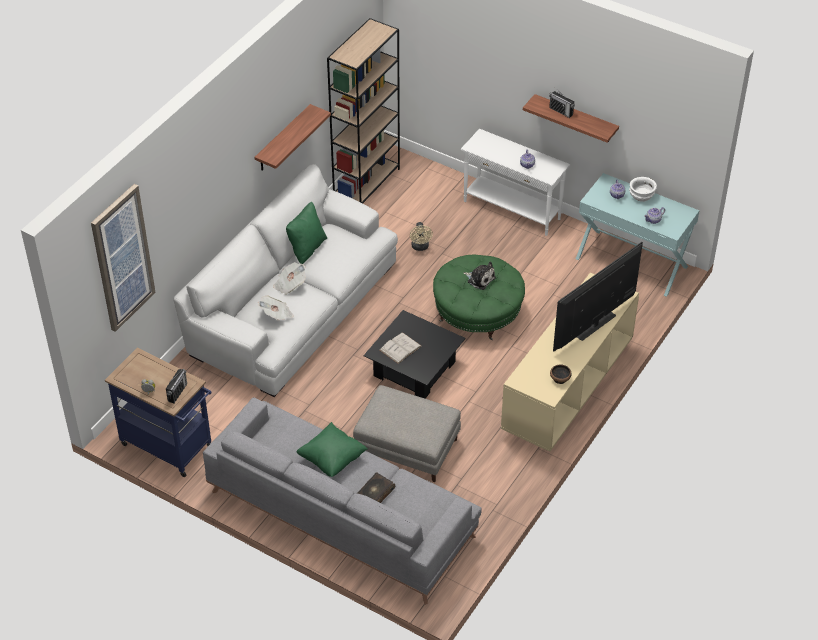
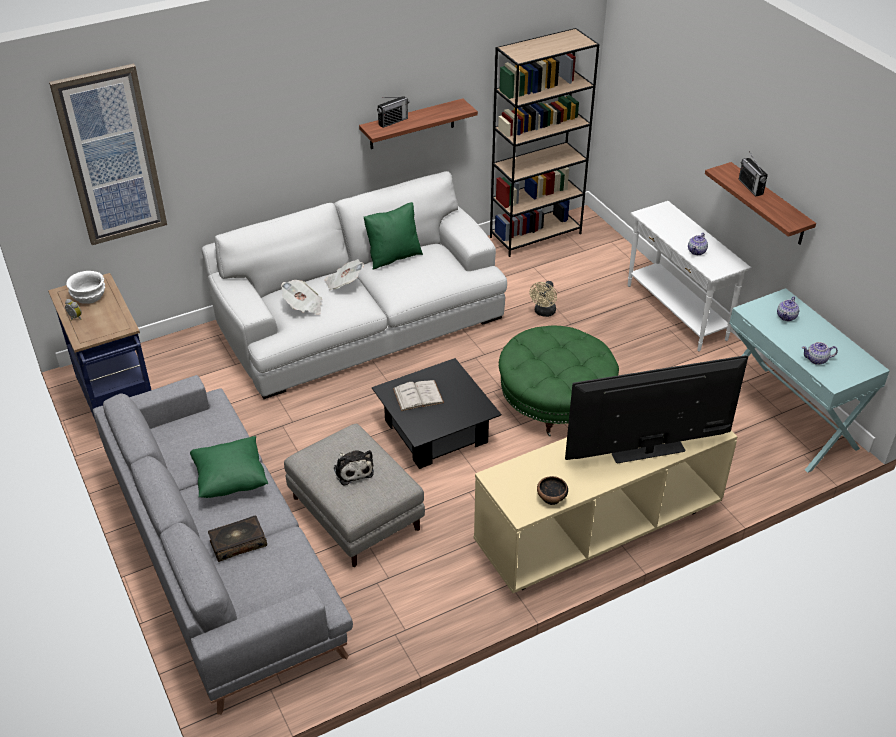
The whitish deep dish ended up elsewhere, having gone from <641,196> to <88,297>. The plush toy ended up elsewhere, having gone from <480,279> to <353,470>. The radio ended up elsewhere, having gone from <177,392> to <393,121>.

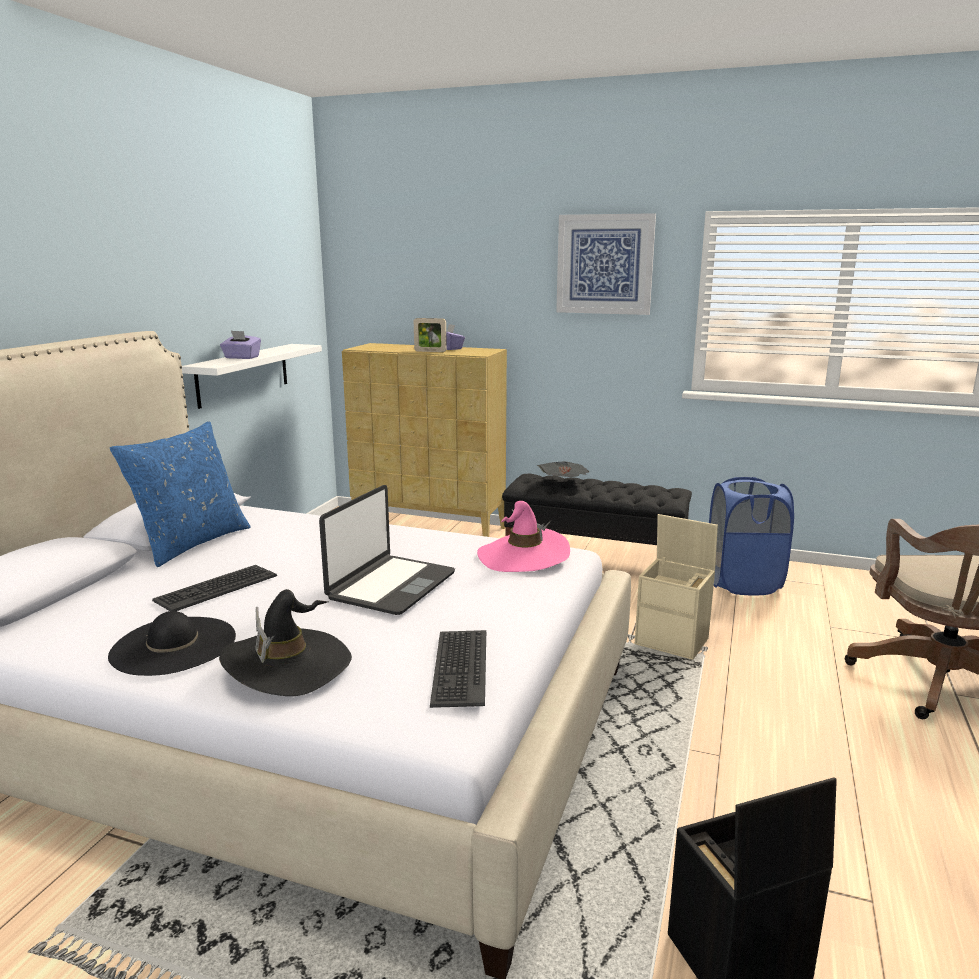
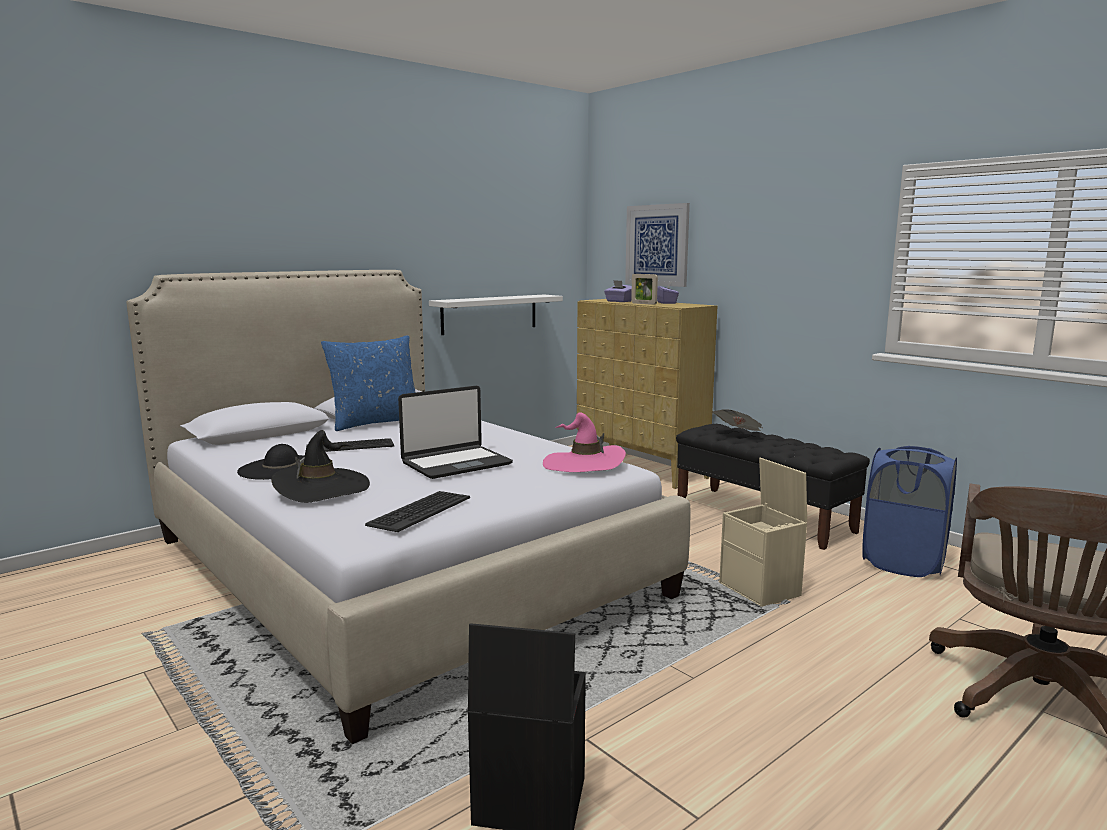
The picture ended up elsewhere, having gone from <604,264> to <657,245>. The purplish tissue box ended up elsewhere, having gone from <241,357> to <618,301>.

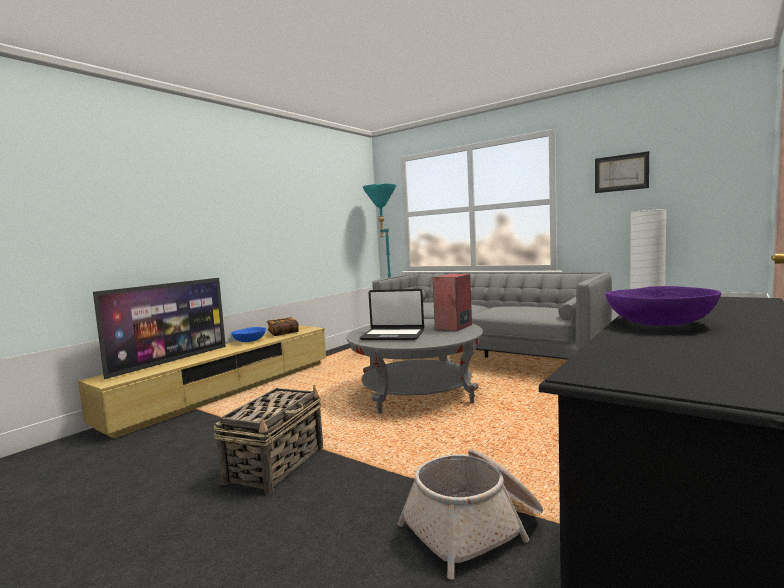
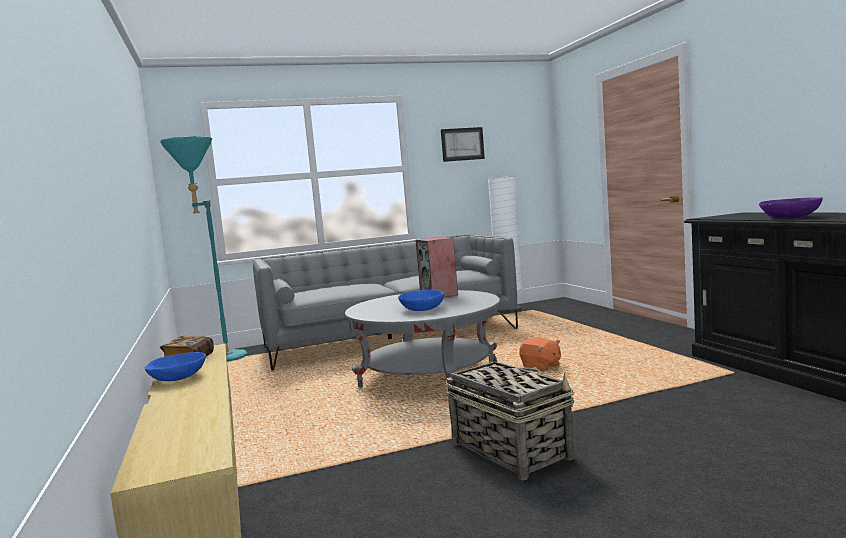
The second view lost the TV set at <171,361>. Where the notebook computer stood at <392,335>, the blue deep dish came to stand at <422,309>. The second view lost the household basket at <475,527>. The second view gained the orangey plush toy at <541,367>.

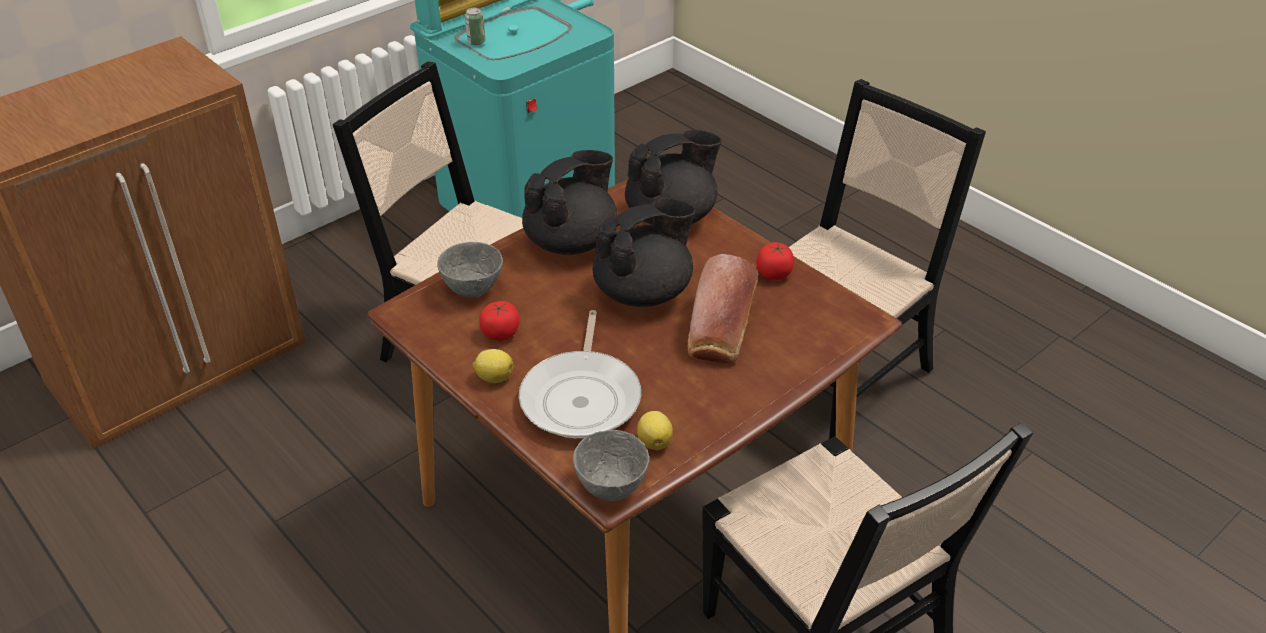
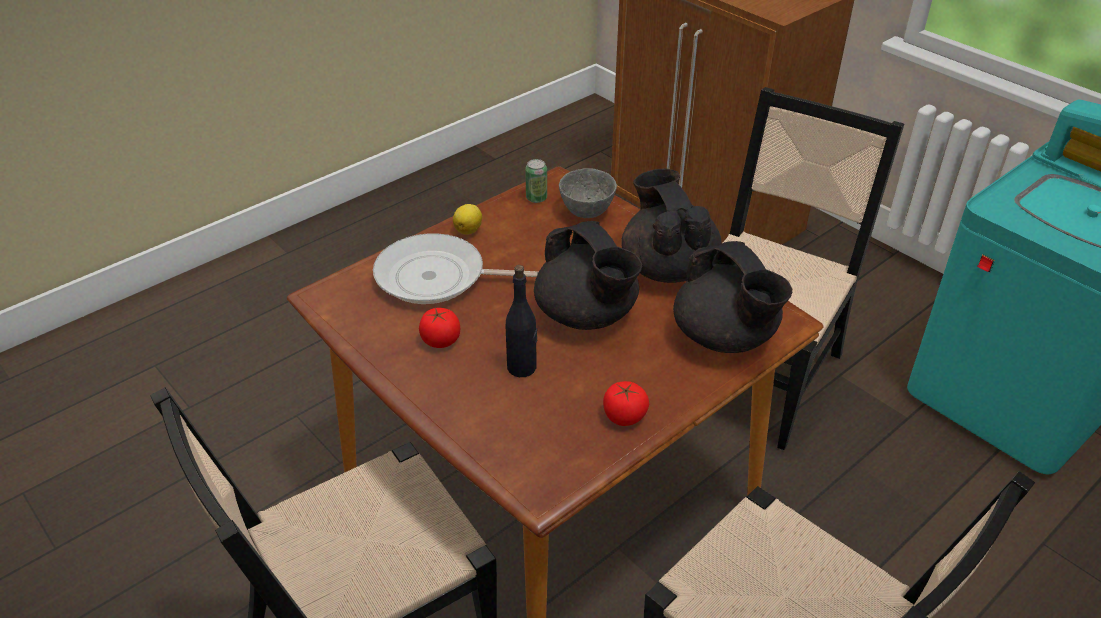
The metal can ended up elsewhere, having gone from <476,42> to <536,198>. The black pot for tea at <572,242> ended up facing another way, 150 degrees counterclockwise from before. Where the bread stood at <720,331>, the black beverage bottle came to stand at <522,367>. The whole tomato ended up elsewhere, having gone from <501,333> to <440,340>. The second view lost the citrus fruit at <654,441>. The second view lost the greyish deep dish at <610,488>.

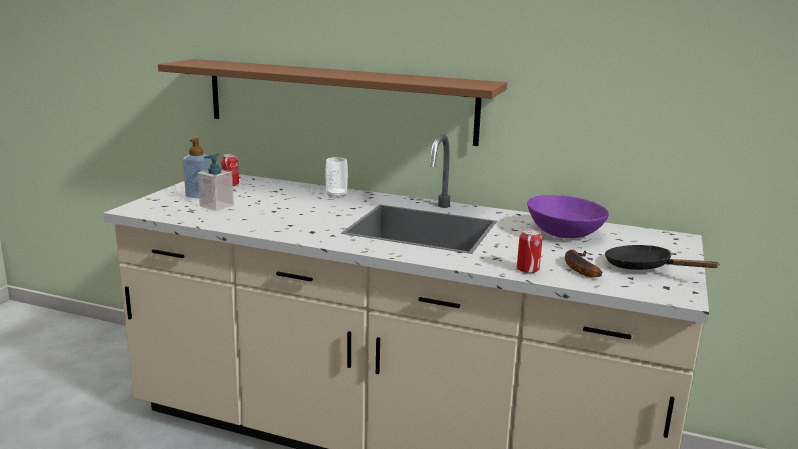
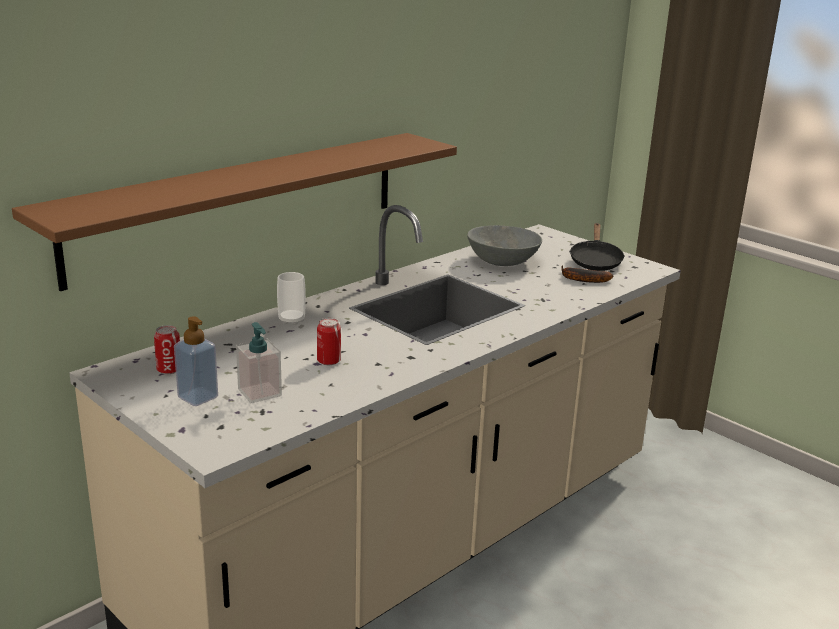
What was the purplish deep dish at <563,233> turned into the greyish deep dish at <502,262>. The metal can ended up elsewhere, having gone from <527,270> to <329,361>. The black pan at <644,268> ended up facing another way, 60 degrees counterclockwise from before.

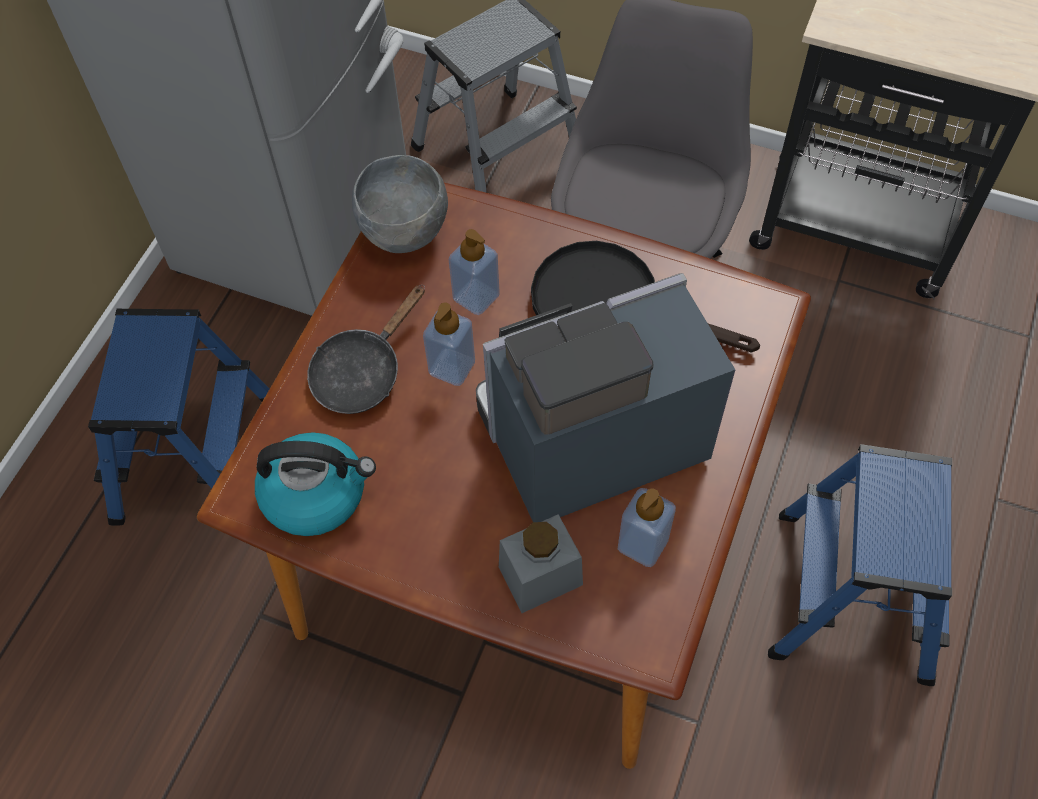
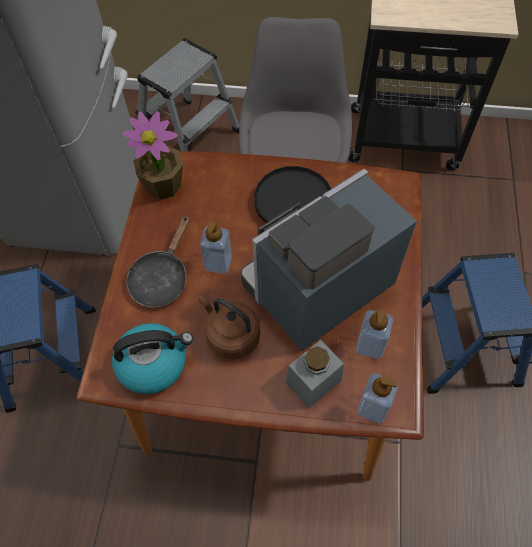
Where the greyish deep dish stood at <405,231>, the houseplant came to stand at <164,185>. The soap dispenser ended up elsewhere, having gone from <476,297> to <373,407>. The second view gained the brown-coloured water kettle at <231,336>.

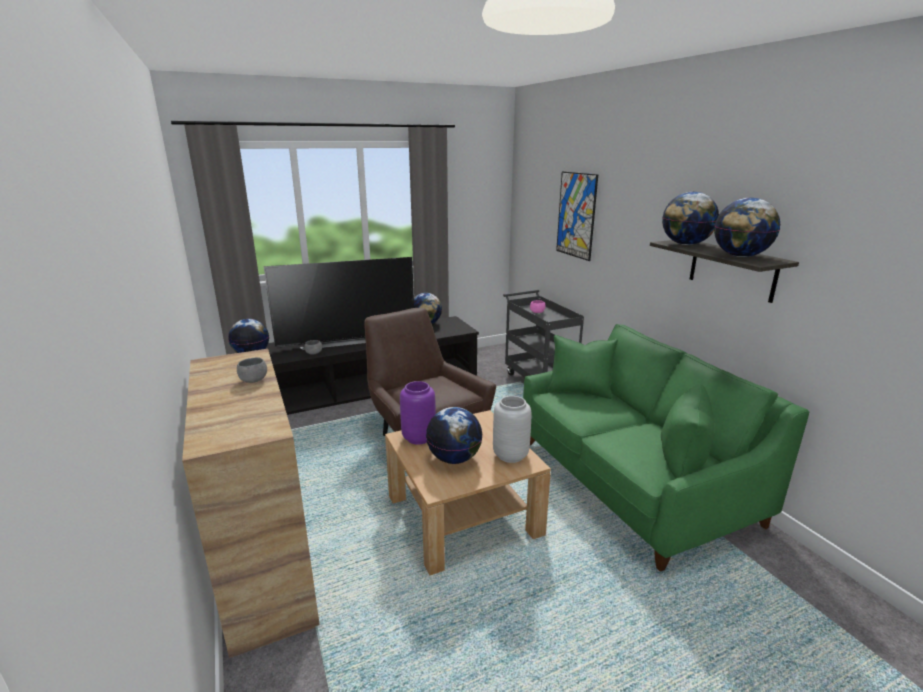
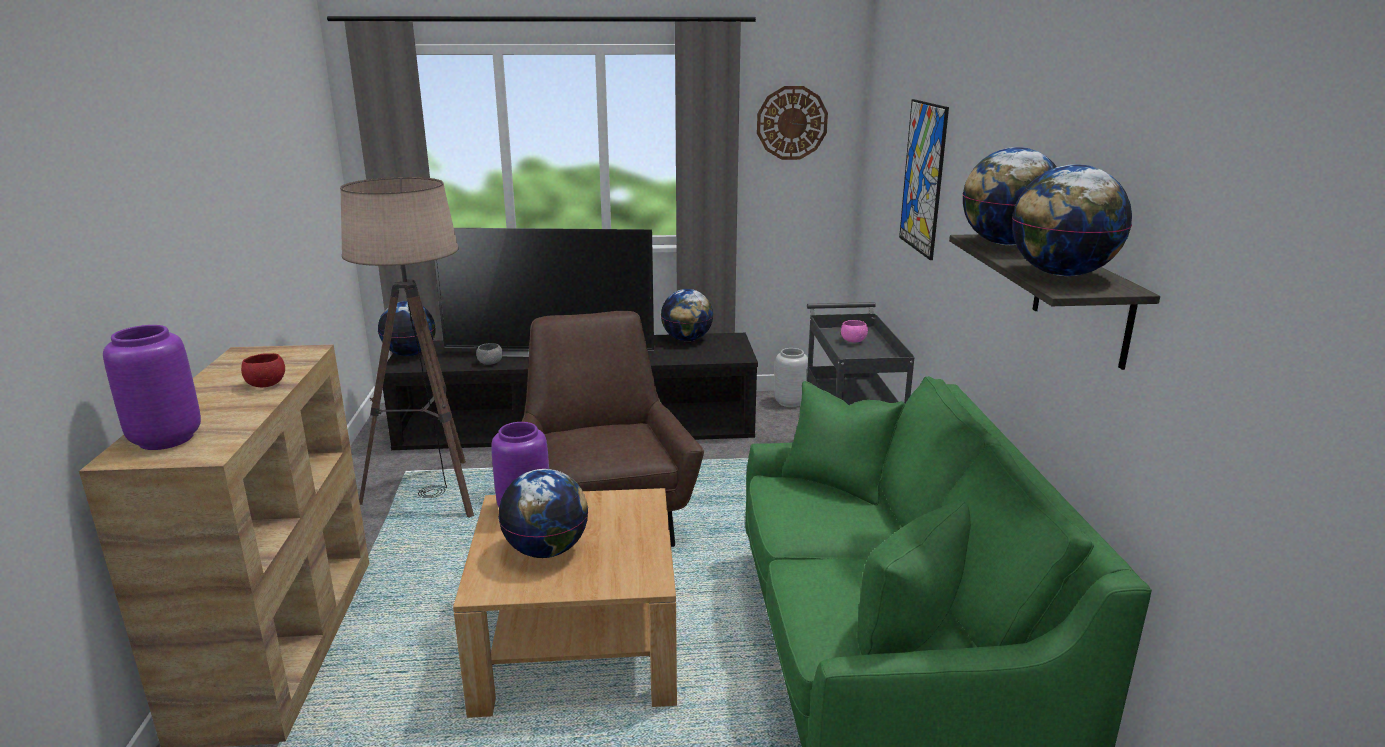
What was the greyish deep dish at <253,380> turned into the reddish deep dish at <266,384>. The greyish flower vase ended up elsewhere, having gone from <511,456> to <790,403>. The second view gained the hanging clock at <792,123>. The second view gained the standing lamp at <432,493>. The second view gained the purplish flower vase at <168,439>.

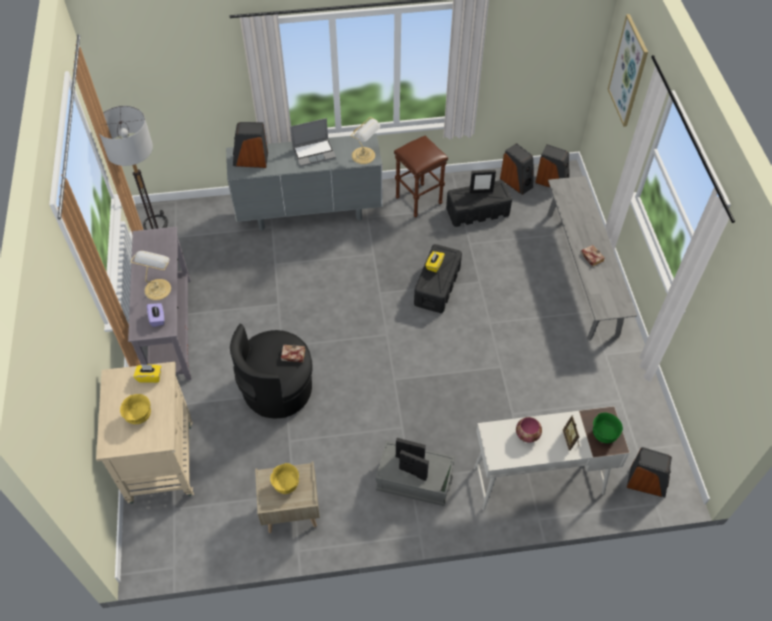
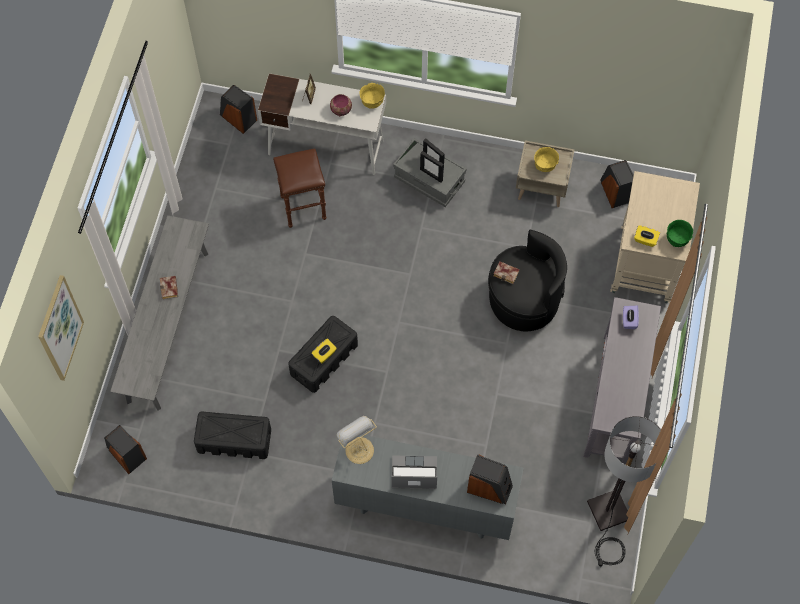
The brown-coloured stool seat ended up elsewhere, having gone from <419,199> to <302,208>. The speaker ended up elsewhere, having gone from <516,182> to <615,191>. The second view lost the picture frame at <481,191>. The second view lost the lamp for a table at <158,288>. The yellow deep dish ended up elsewhere, having gone from <139,416> to <372,102>. The greenish deep dish ended up elsewhere, having gone from <603,435> to <677,239>.

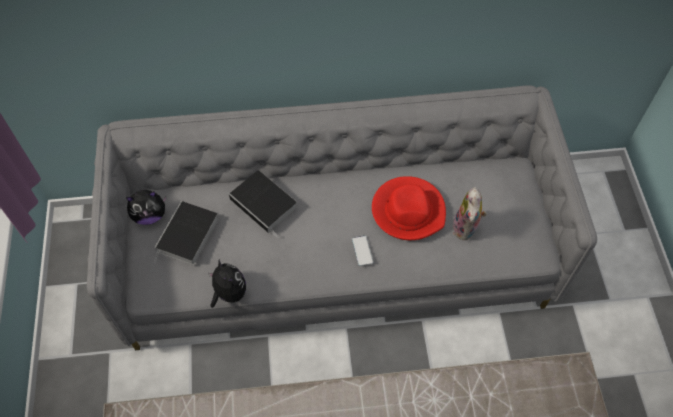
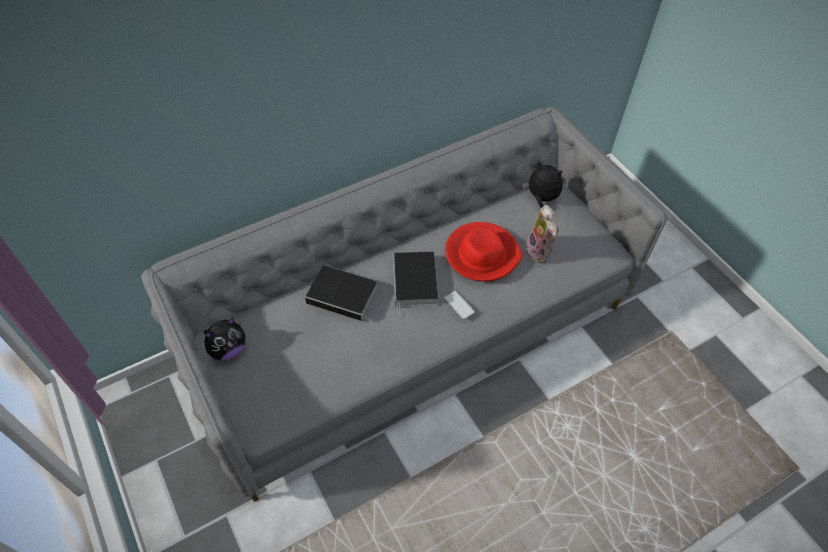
The bound book ended up elsewhere, having gone from <187,237> to <415,283>. The plush toy ended up elsewhere, having gone from <229,293> to <541,198>.

